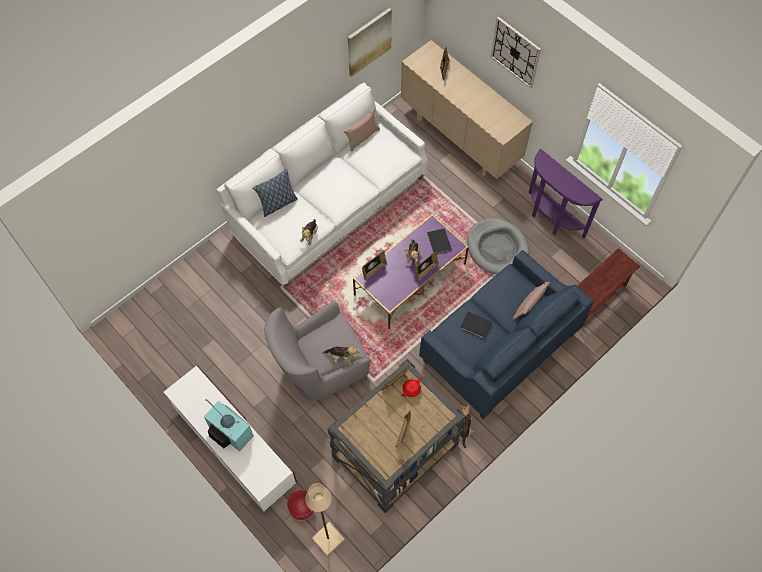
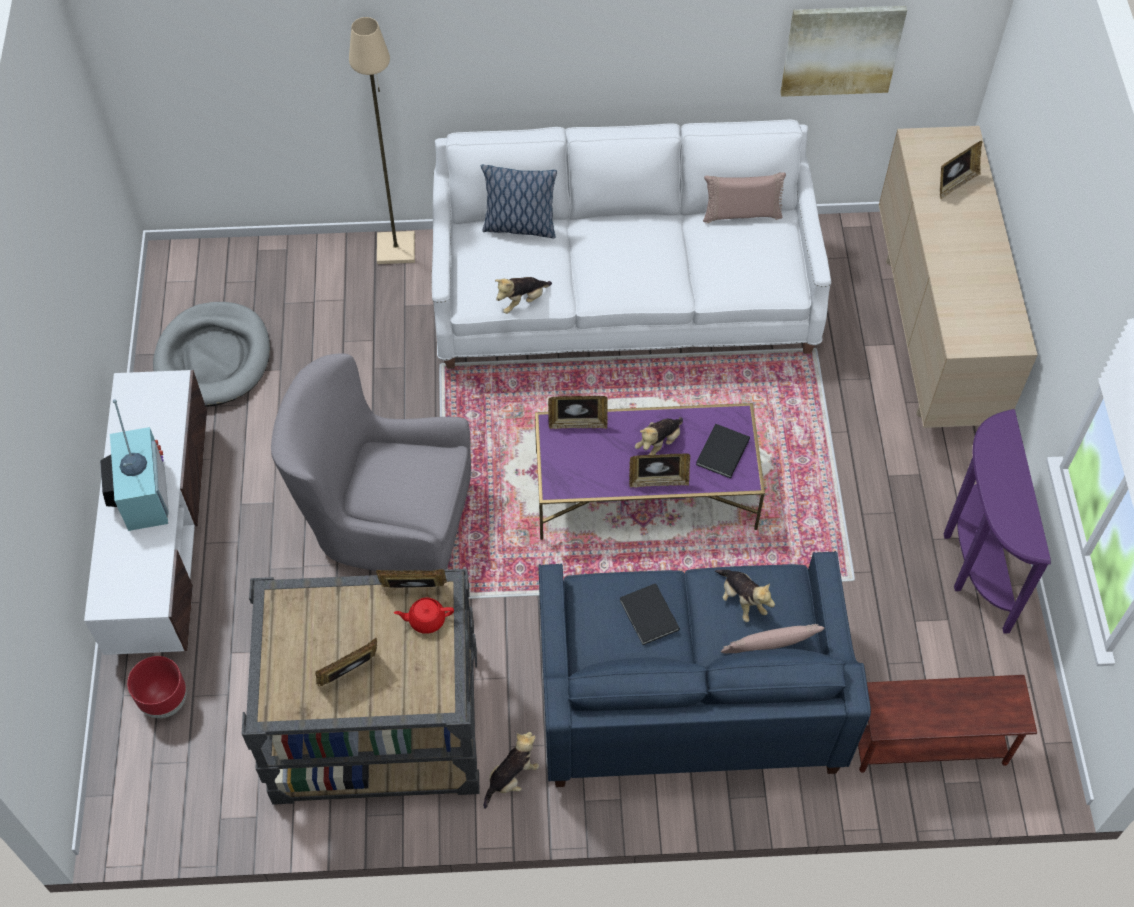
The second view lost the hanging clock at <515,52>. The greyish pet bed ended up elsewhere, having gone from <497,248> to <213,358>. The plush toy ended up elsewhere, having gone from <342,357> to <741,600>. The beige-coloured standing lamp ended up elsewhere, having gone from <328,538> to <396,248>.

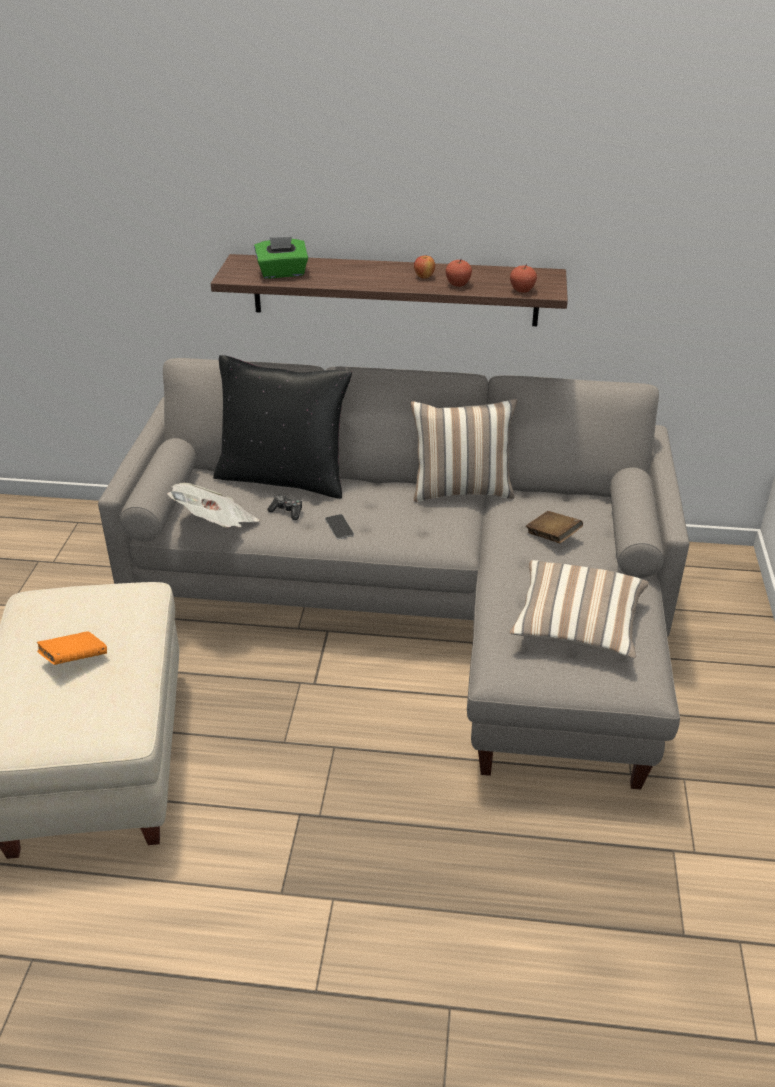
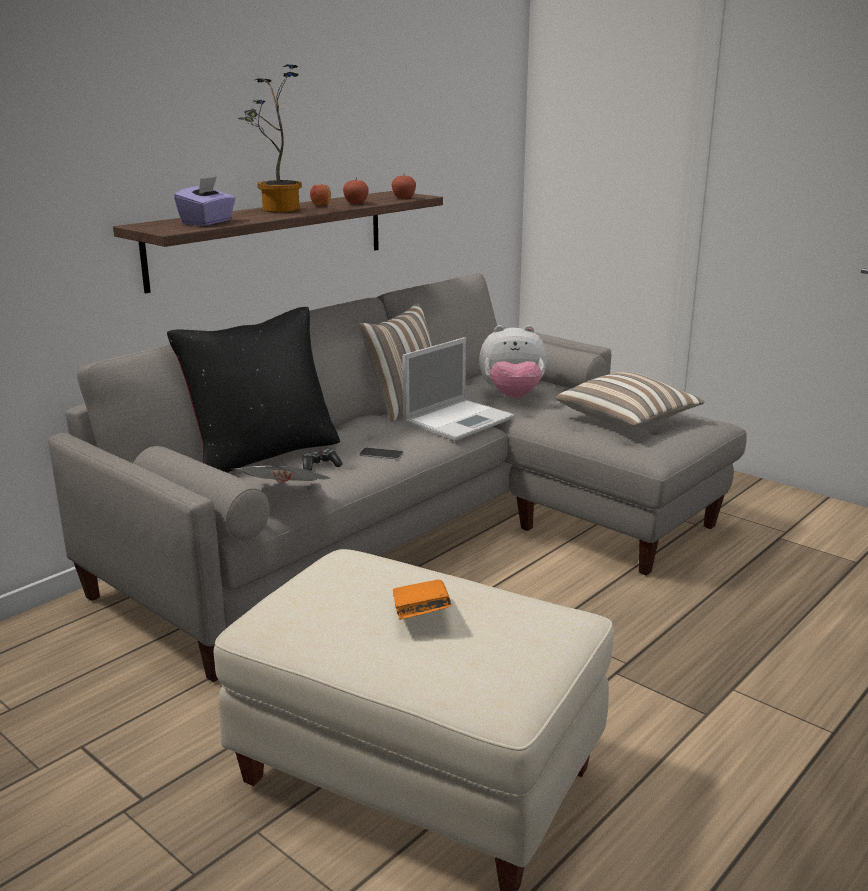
What was the greenish tissue box at <282,273> turned into the purplish tissue box at <207,222>. Where the brown-coloured bound book stood at <552,537>, the plush toy came to stand at <512,398>. The second view gained the houseplant at <276,210>. The second view gained the notebook computer at <460,420>.

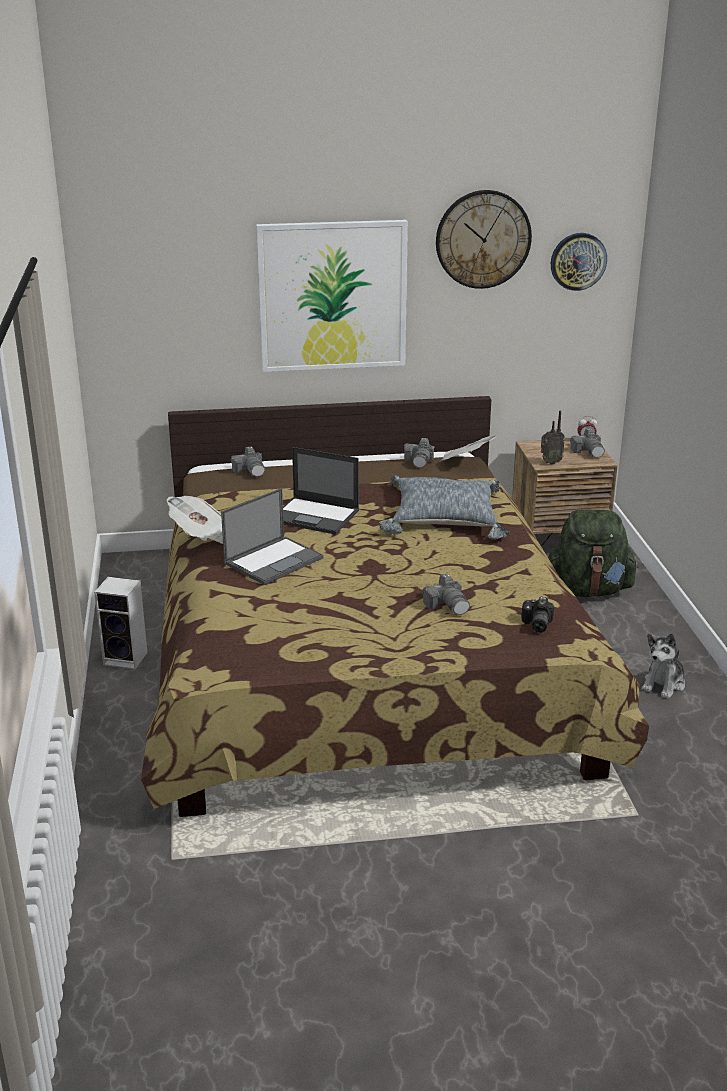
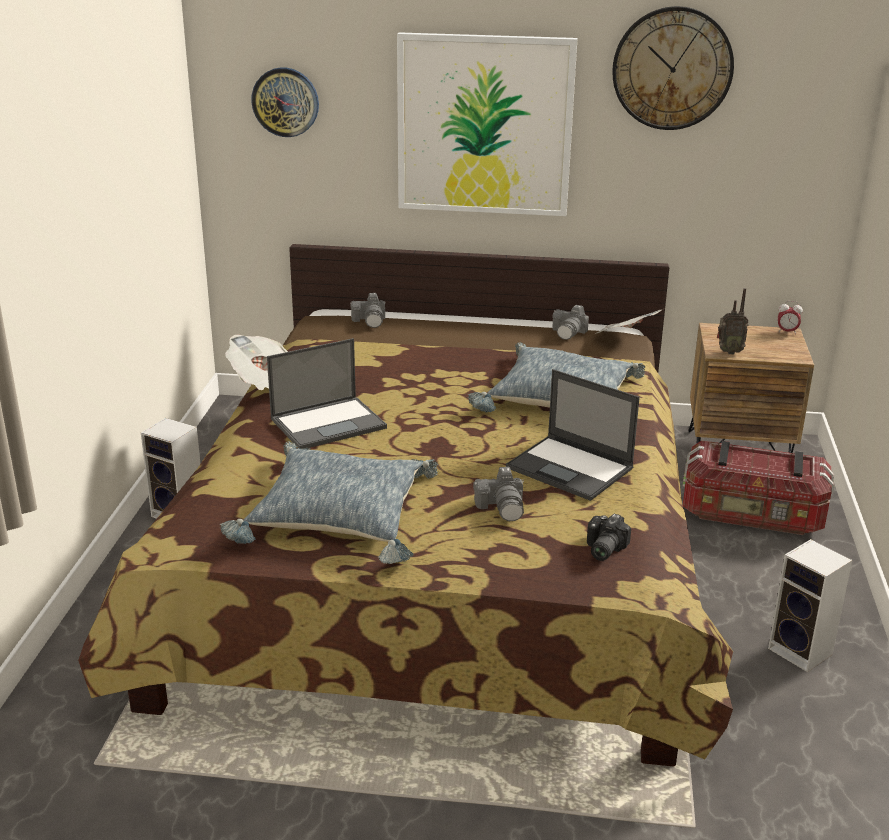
The hanging clock ended up elsewhere, having gone from <578,261> to <285,102>. The second view lost the photo camera at <588,452>. The notebook computer ended up elsewhere, having gone from <316,516> to <571,468>. Where the greenish backpack stood at <588,590>, the storage bin came to stand at <752,515>. Where the plush toy stood at <663,684>, the speaker came to stand at <802,652>. The second view gained the pillow at <338,510>.

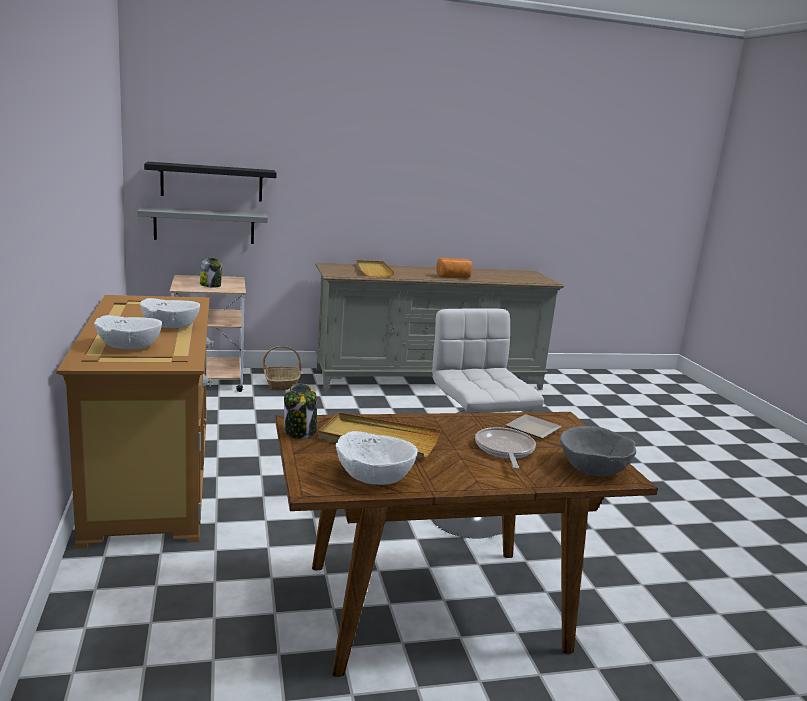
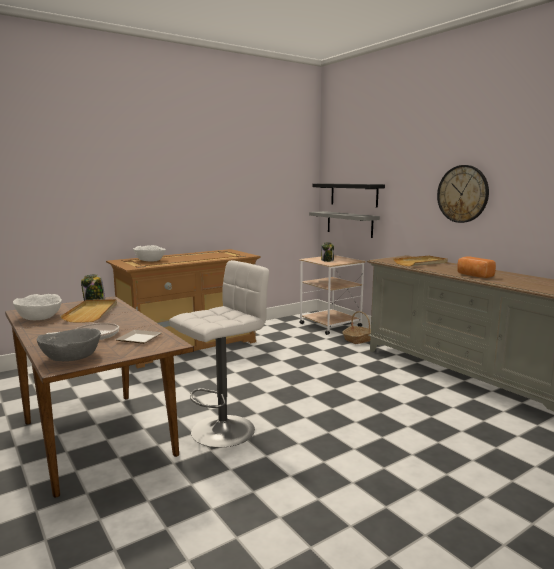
The second view lost the whitish deep dish at <170,326>. The second view gained the hanging clock at <462,194>.

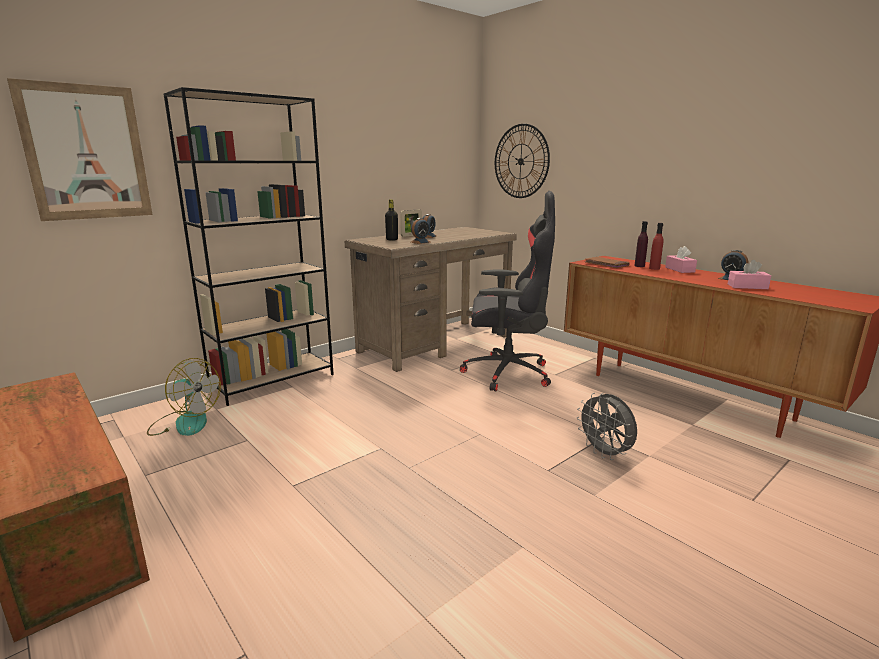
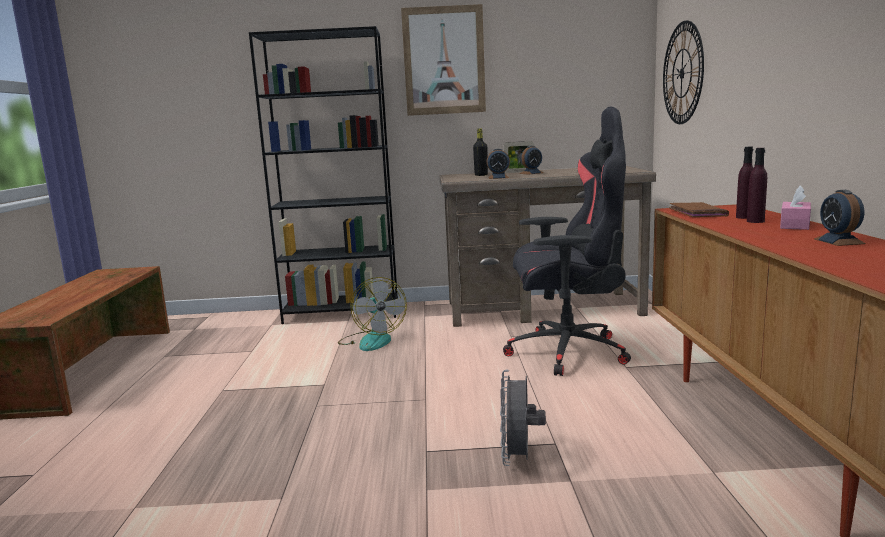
The picture ended up elsewhere, having gone from <86,153> to <444,61>. What was the beige-coloured shelving unit at <273,381> turned into the black shelving unit at <342,313>. The black desk chair at <506,373> ended up facing another way, 45 degrees counterclockwise from before. What was the reddish beverage bottle at <654,268> turned into the purplish beverage bottle at <755,221>. The second view lost the pink tissue box at <747,286>. The fan ended up elsewhere, having gone from <185,422> to <372,340>.

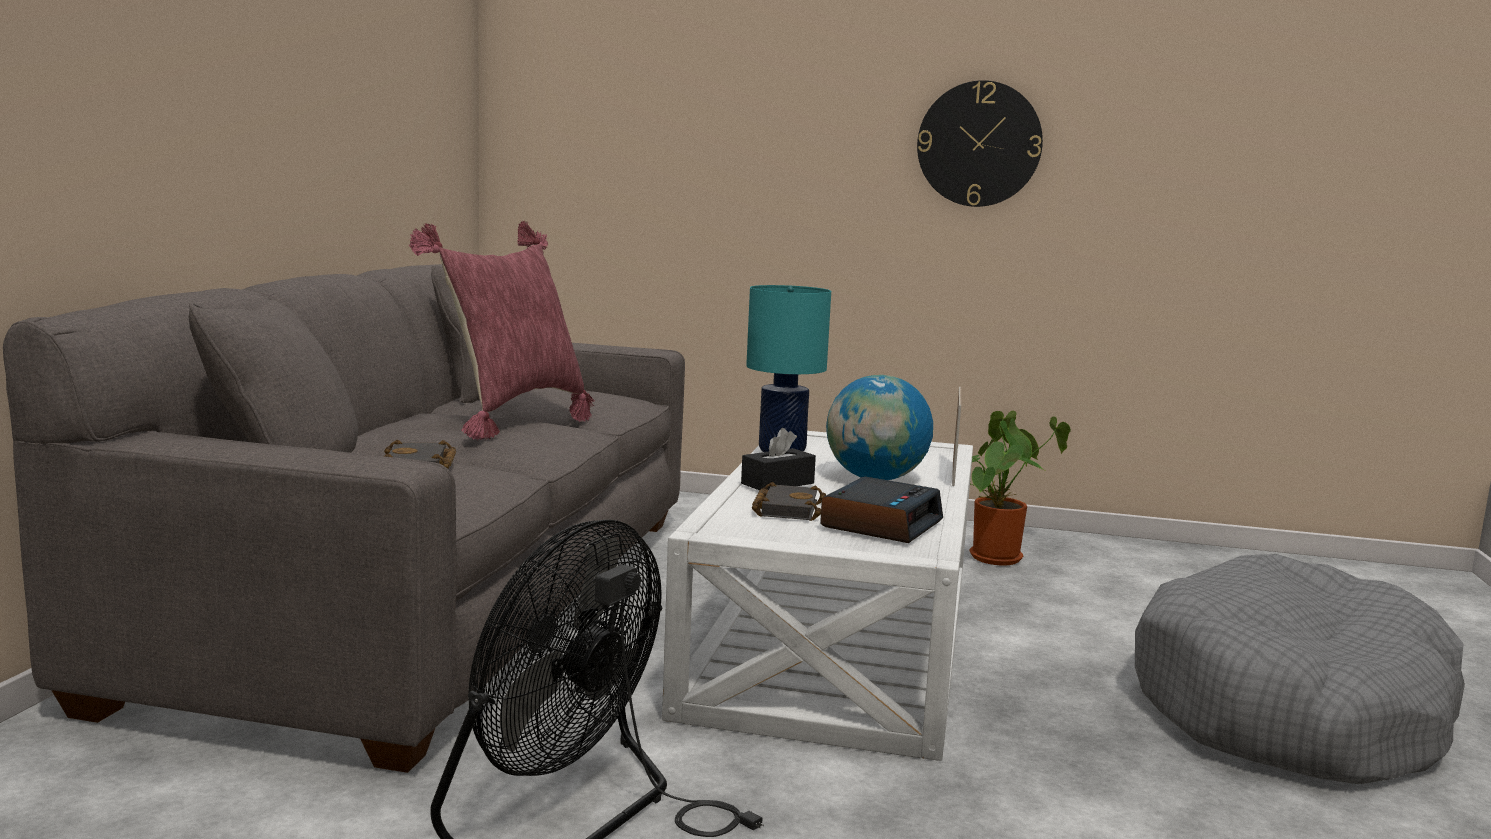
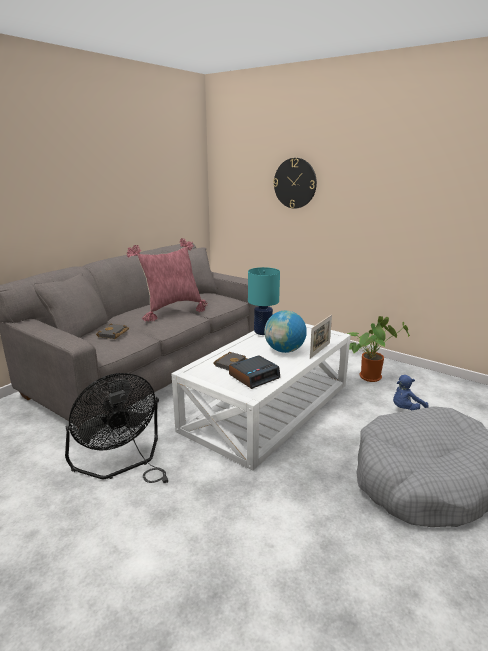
The hanging clock ended up elsewhere, having gone from <979,144> to <295,183>. The second view lost the black tissue box at <777,483>. The second view gained the blue plush toy at <406,409>.

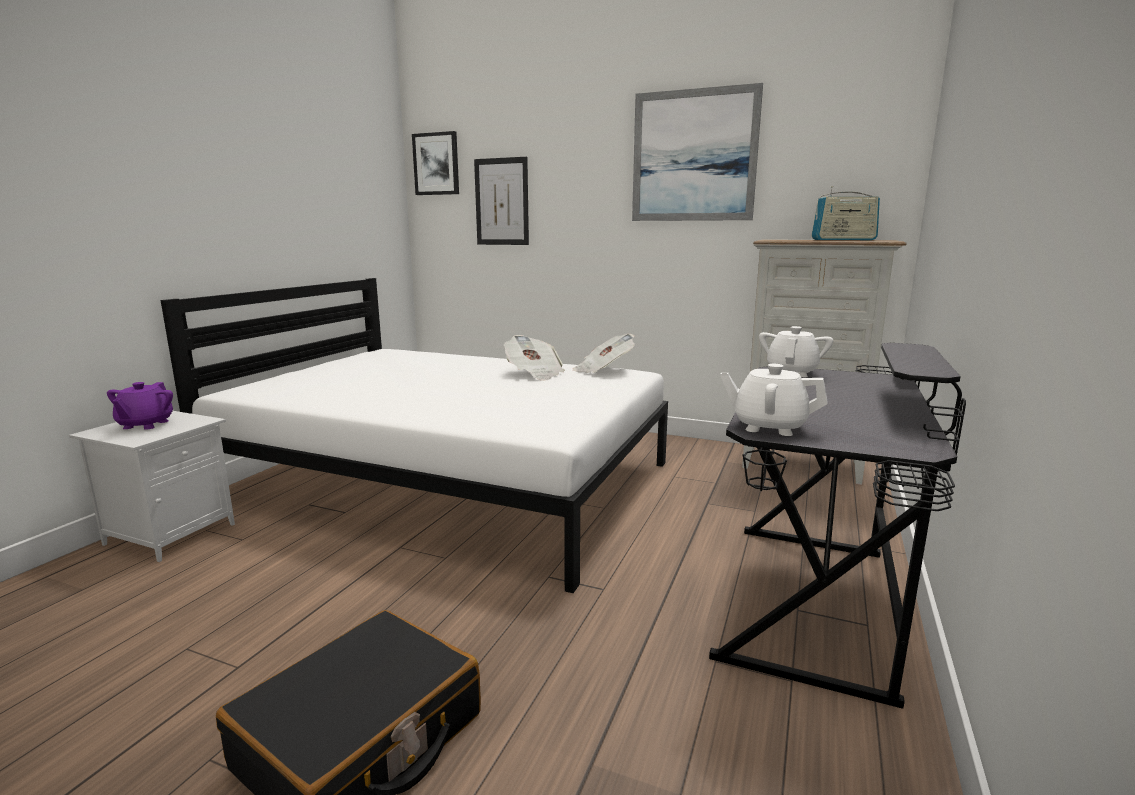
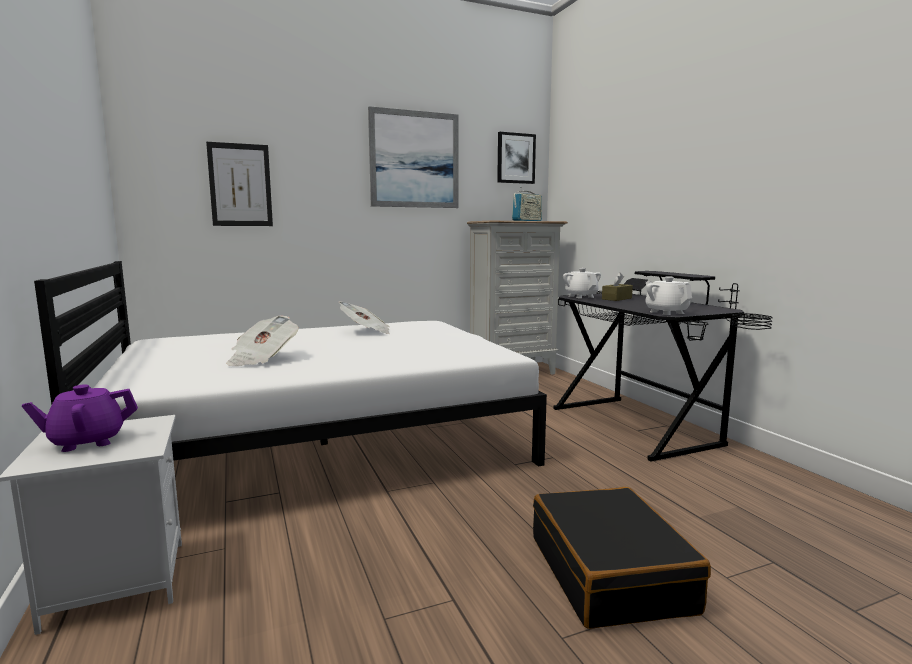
The picture ended up elsewhere, having gone from <436,164> to <515,158>. The printed paper ended up elsewhere, having gone from <603,370> to <262,359>. The whitish pot for tea at <769,427> ended up facing another way, 90 degrees clockwise from before. The purplish pot for tea at <145,424> ended up facing another way, 105 degrees clockwise from before. The second view gained the brown-coloured tissue box at <616,298>.

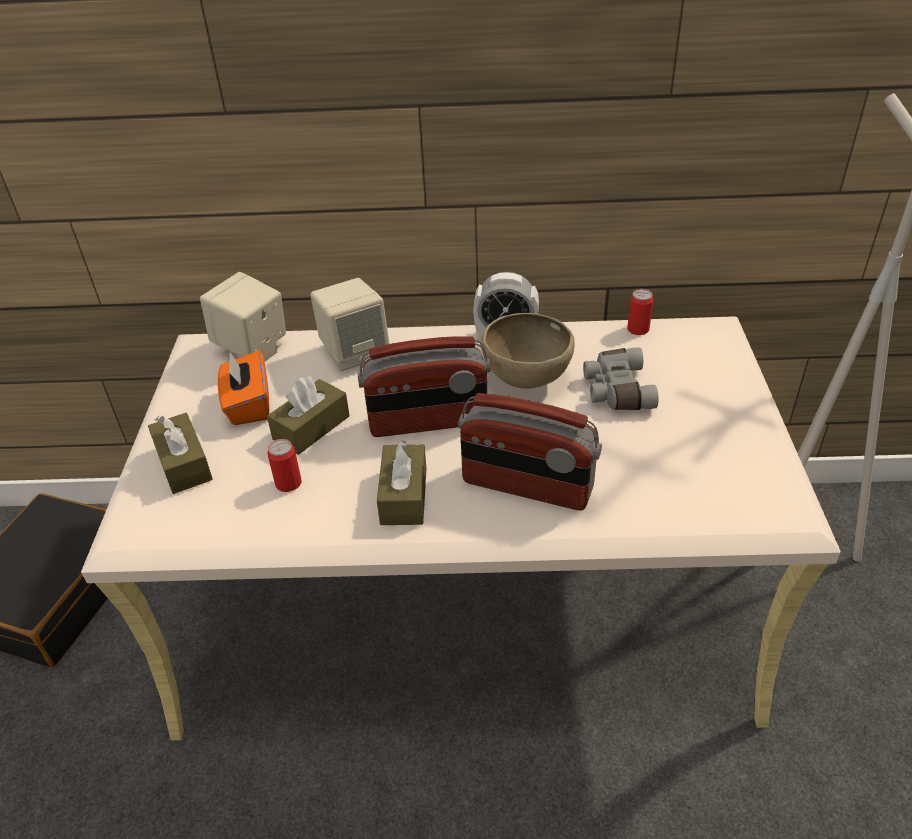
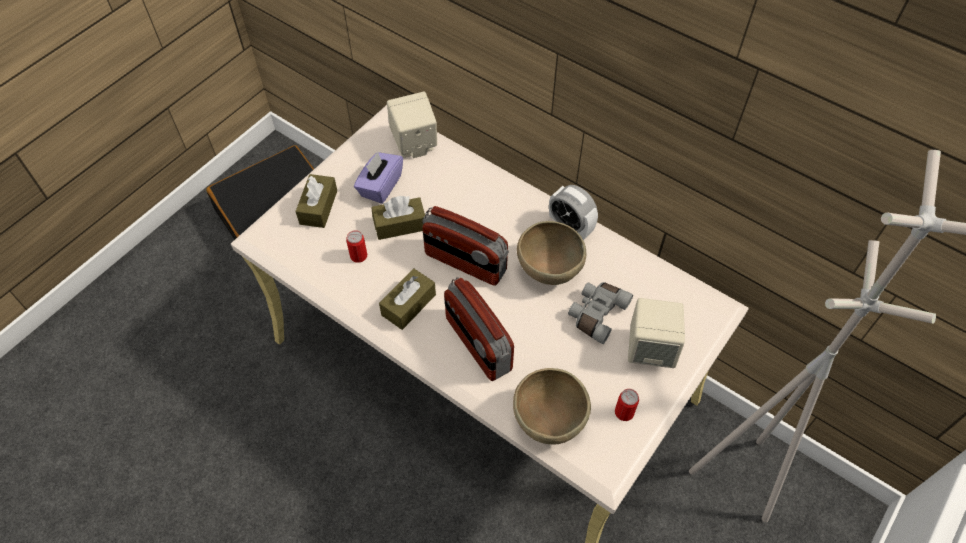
The beige-coloured speaker ended up elsewhere, having gone from <354,352> to <650,349>. The metal can ended up elsewhere, having gone from <638,329> to <624,412>. What was the orangey tissue box at <248,405> turned into the purplish tissue box at <380,186>. The second view gained the brown-coloured deep dish at <548,421>.

